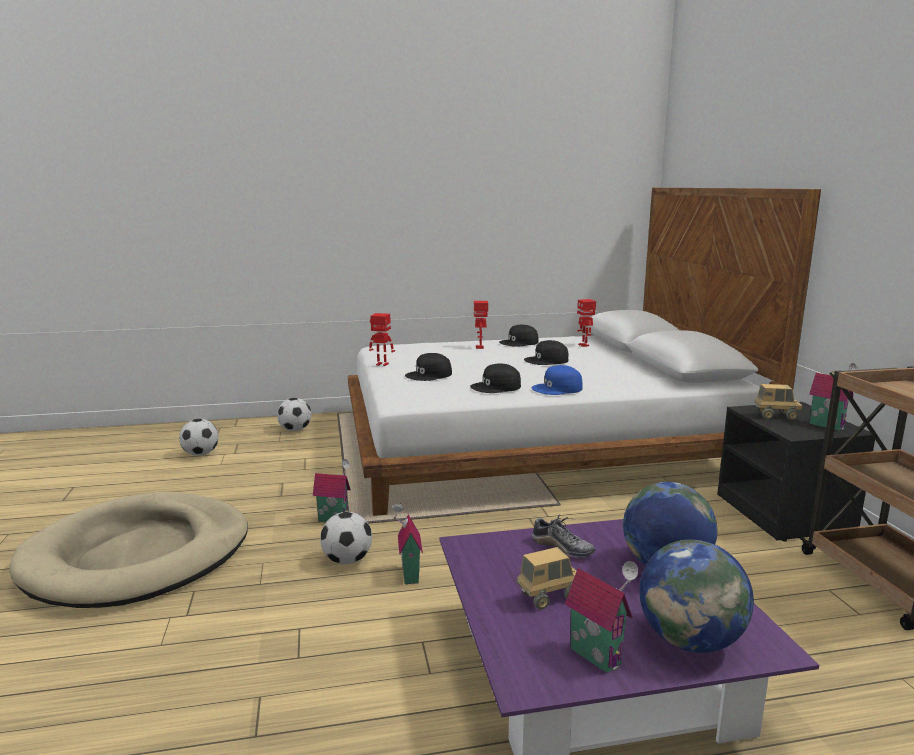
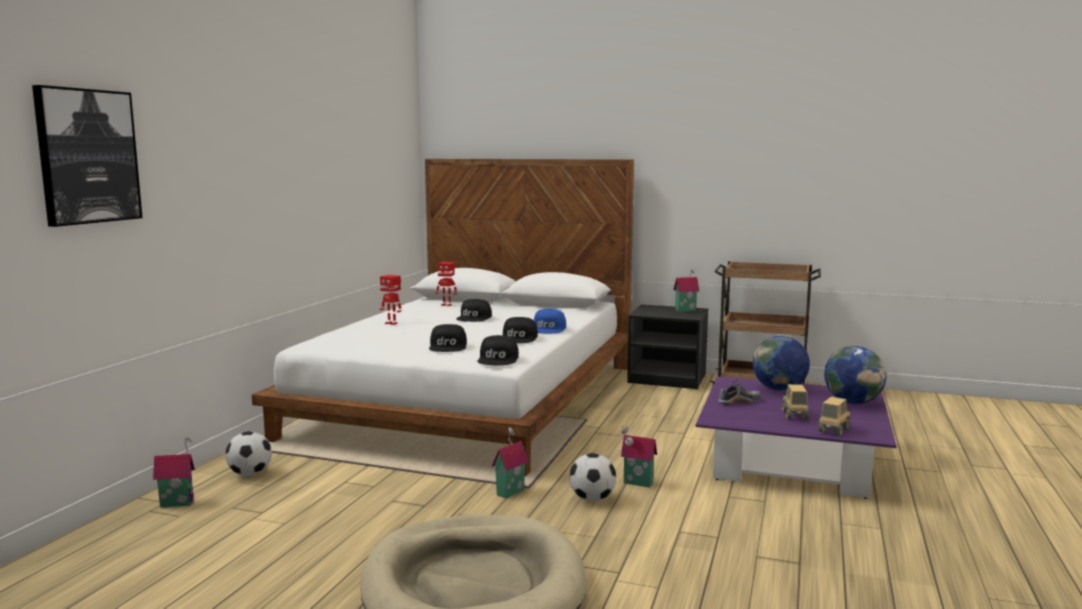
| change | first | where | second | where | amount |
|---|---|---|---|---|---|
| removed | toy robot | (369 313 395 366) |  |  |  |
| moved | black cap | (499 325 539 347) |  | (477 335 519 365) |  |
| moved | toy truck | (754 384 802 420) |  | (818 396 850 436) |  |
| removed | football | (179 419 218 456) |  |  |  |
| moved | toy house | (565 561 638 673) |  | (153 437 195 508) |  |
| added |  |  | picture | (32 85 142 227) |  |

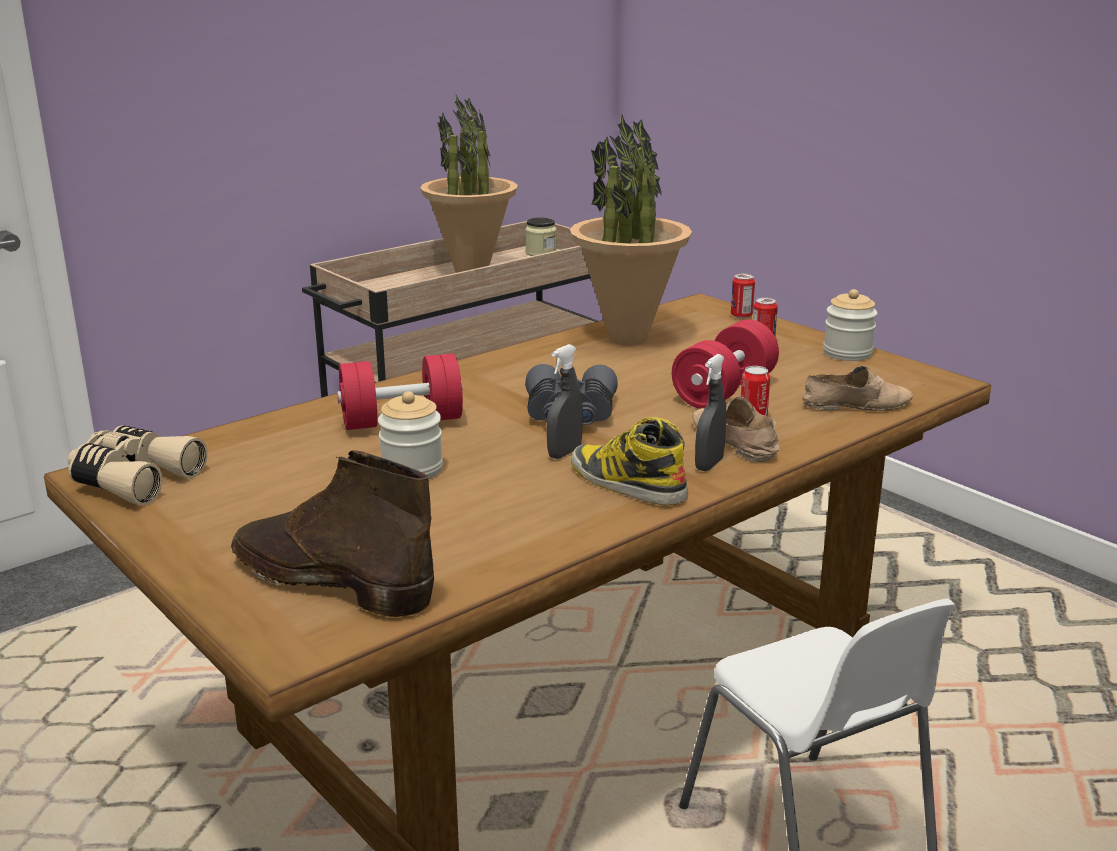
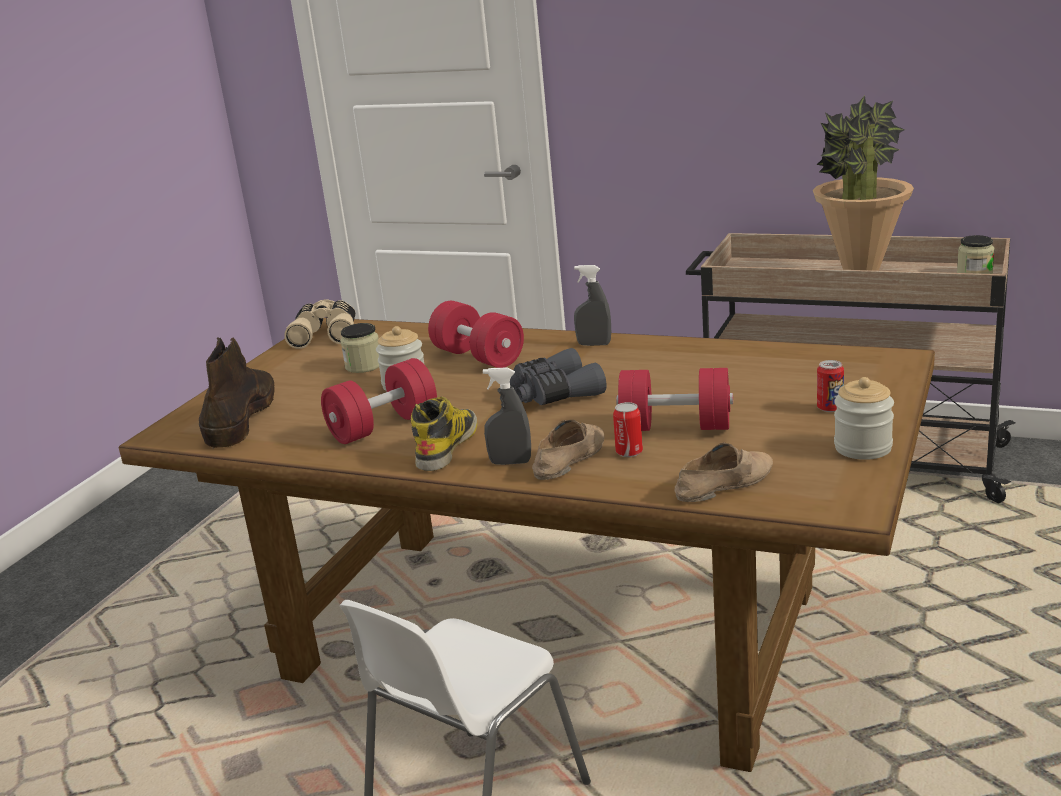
| change | first | where | second | where | amount |
|---|---|---|---|---|---|
| removed | potted plant | (570 113 692 346) |  |  |  |
| removed | can | (731 274 755 318) |  |  |  |
| moved | grey spray bottle | (547 344 583 459) |  | (574 265 611 346) |  |
| turned | beige shoe | (802 366 913 411) |  | (674 442 773 502) | 90 degrees counterclockwise |
| added |  |  | jar | (340 323 379 373) |  |
| added |  |  | red dumbbell | (321 358 437 444) |  |

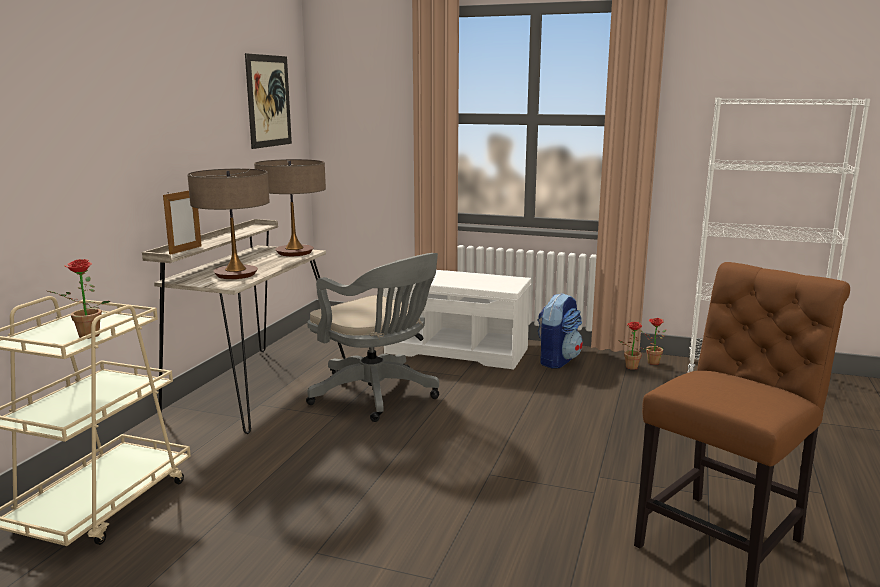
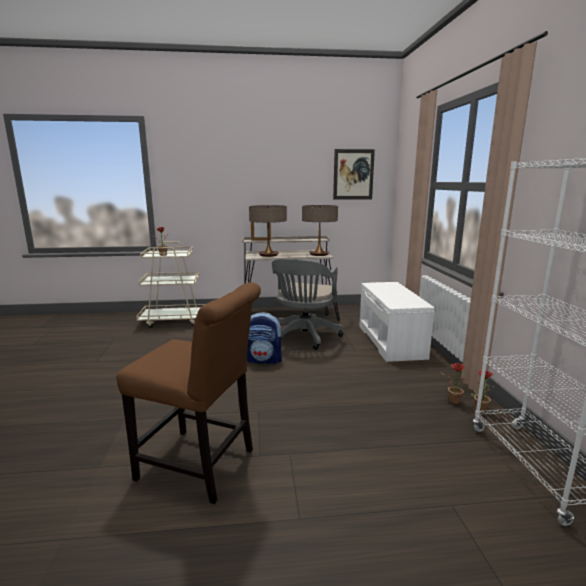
| change | first | where | second | where | amount |
|---|---|---|---|---|---|
| moved | backpack | (537 293 583 369) |  | (247 312 283 364) |  |

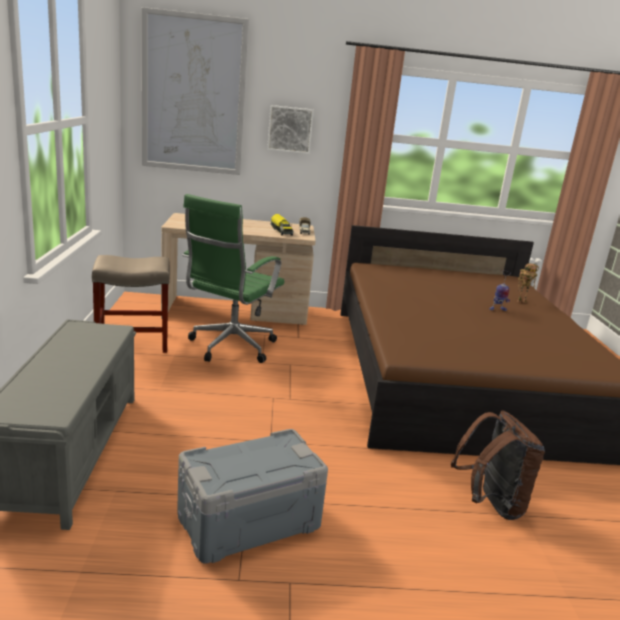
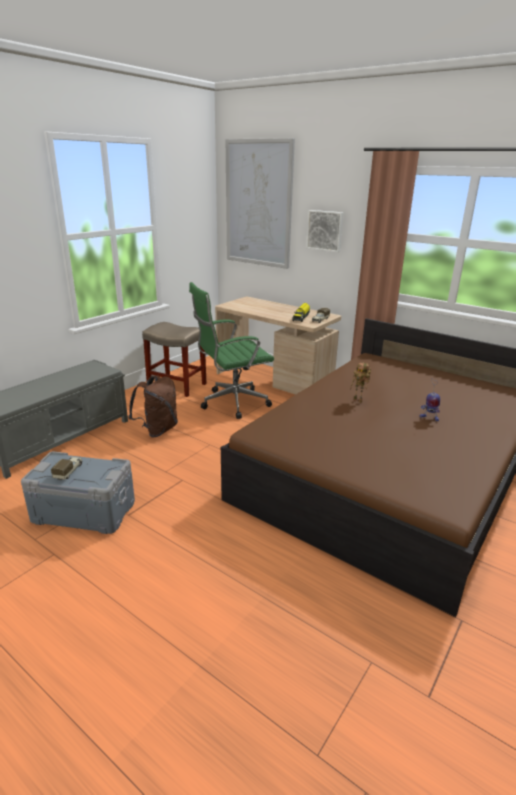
| change | first | where | second | where | amount |
|---|---|---|---|---|---|
| moved | toy robot | (517 263 539 303) |  | (350 363 371 403) |  |
| moved | brown backpack | (451 410 545 520) |  | (128 375 178 437) |  |
| added |  |  | toy truck | (51 456 82 481) |  |

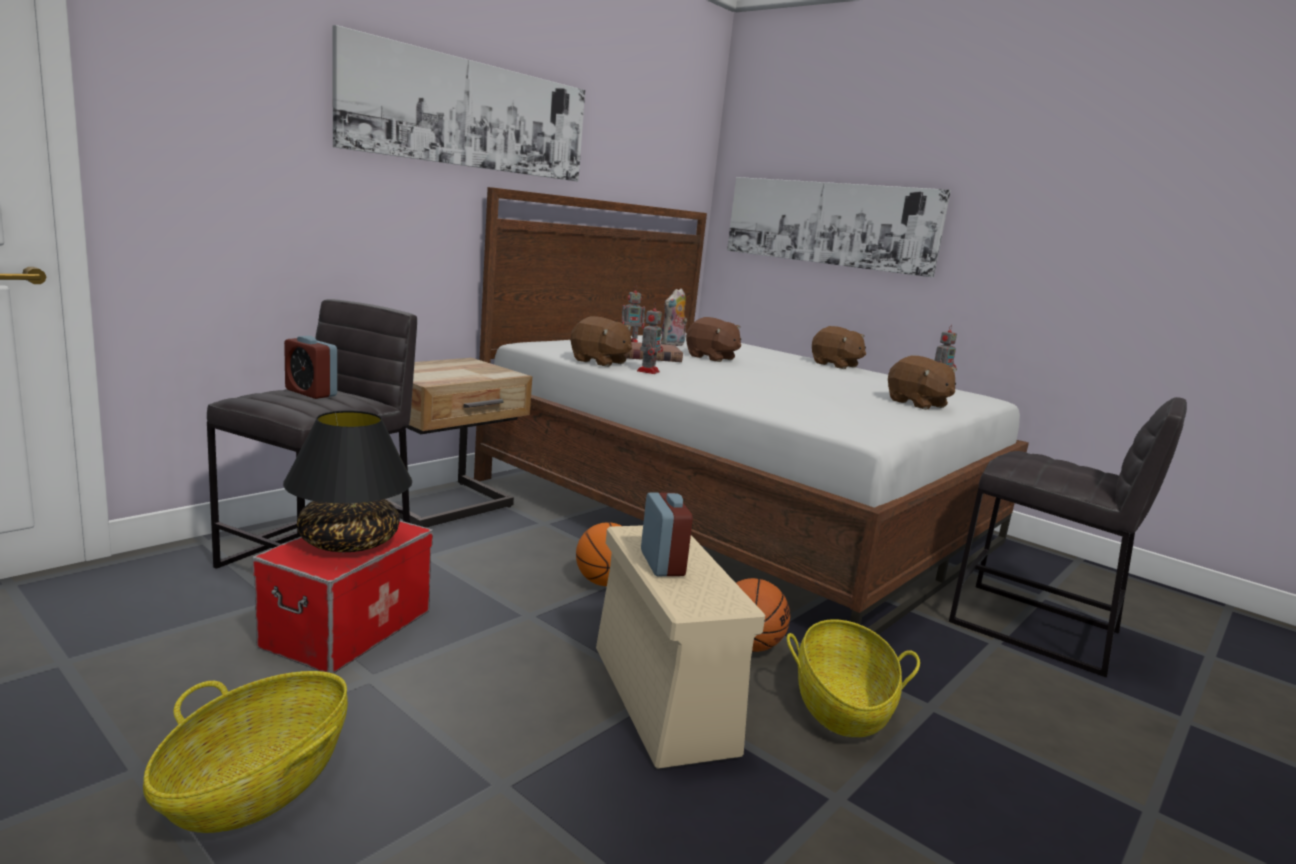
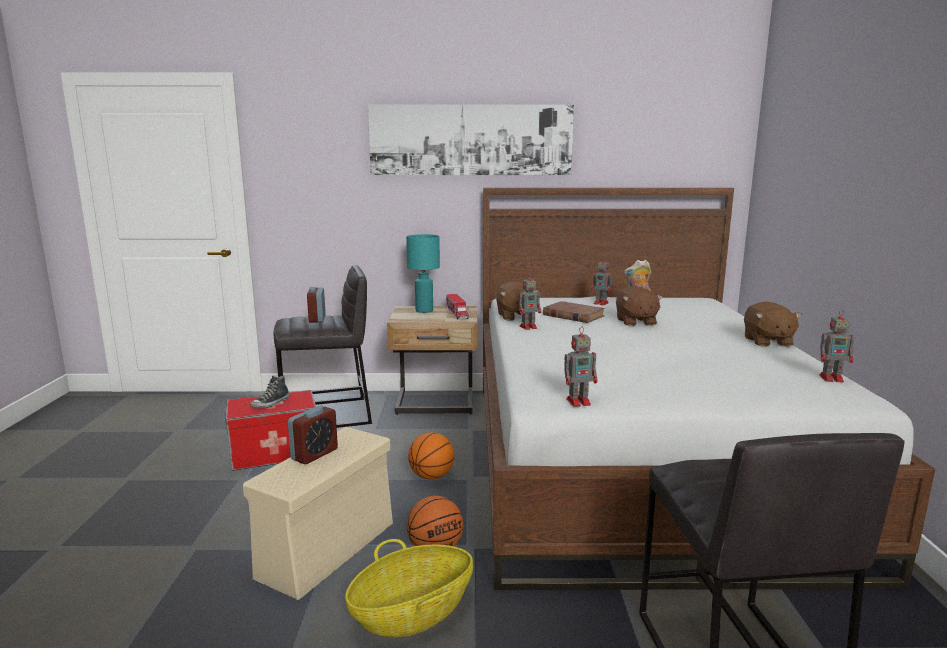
| change | first | where | second | where | amount |
|---|---|---|---|---|---|
| removed | picture | (727 177 951 277) |  |  |  |
| removed | brown plush toy | (888 355 957 410) |  |  |  |
| replaced | black table lamp | (283 411 412 552) | shoe | (250 375 289 408) |  |
| removed | basket | (143 671 348 833) |  |  |  |
| added |  |  | turquoise table lamp | (406 234 440 313) |  |
| added |  |  | toy truck | (446 294 469 320) |  |
| added |  |  | toy robot | (564 326 598 407) |  |

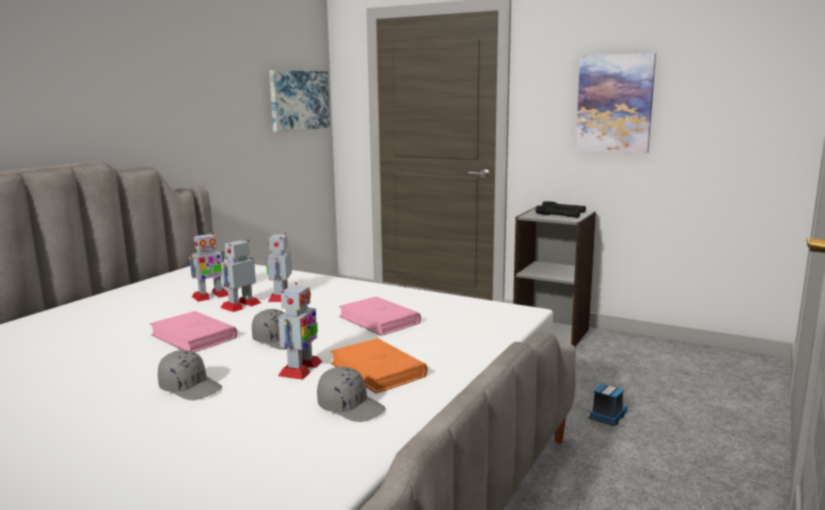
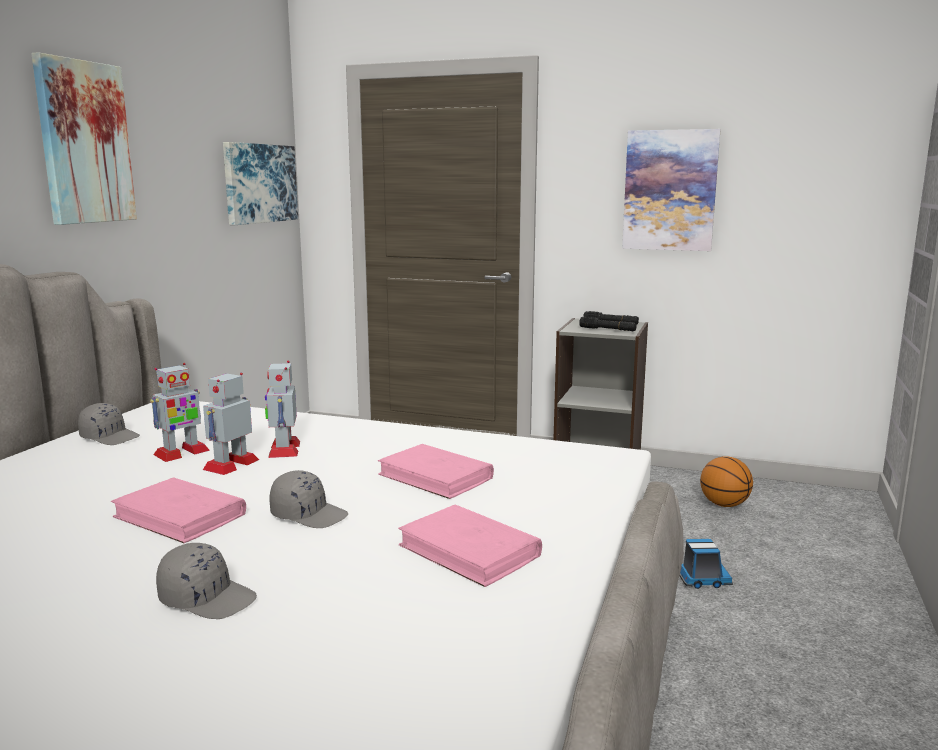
| change | first | where | second | where | amount |
|---|---|---|---|---|---|
| removed | toy robot | (278 282 322 380) |  |  |  |
| recoloured | orange book | (330 338 428 393) | pink book | (398 504 542 587) |  |
| moved | grey cap | (317 367 385 422) |  | (78 403 140 445) |  |
| turned | toy truck | (588 384 628 426) |  | (680 539 733 589) | 60 degrees clockwise |
| added |  |  | picture | (31 52 137 225) |  |
| added |  |  | basketball | (700 456 753 507) |  |

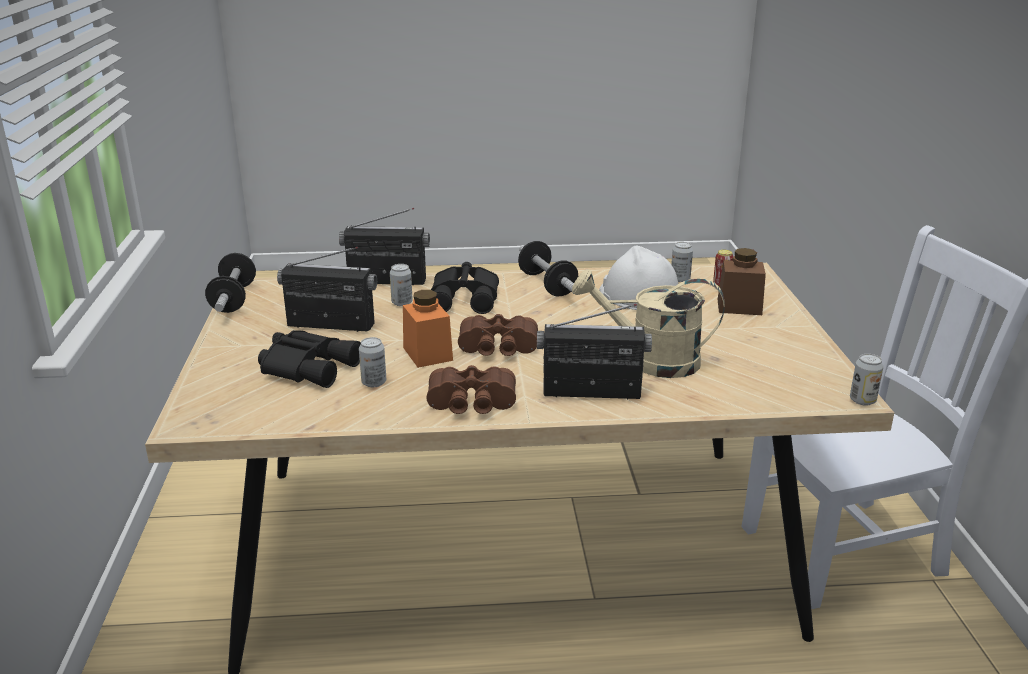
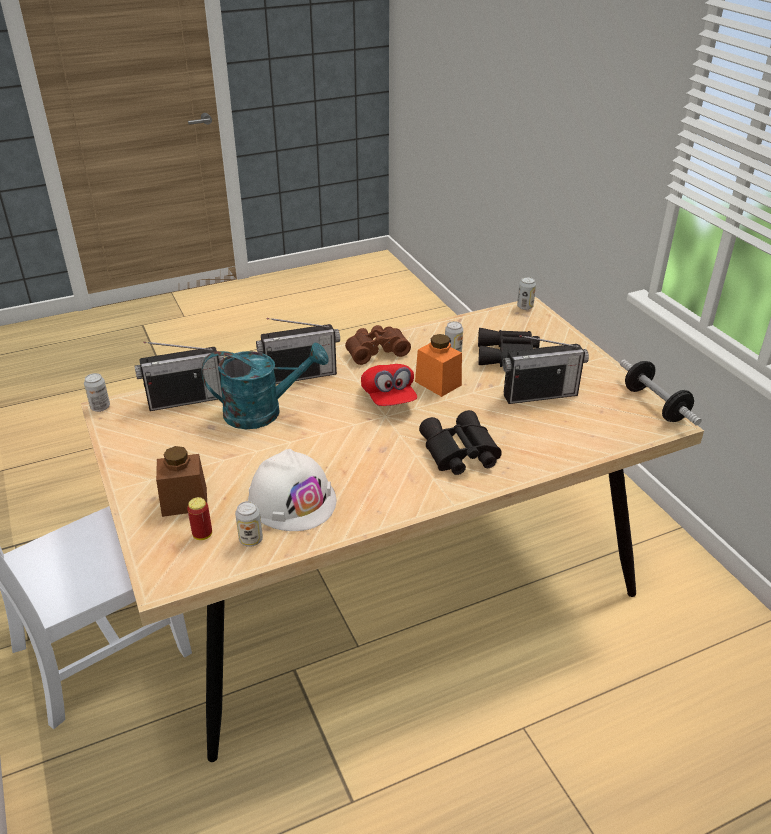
| change | first | where | second | where | amount |
|---|---|---|---|---|---|
| moved | radio | (339 208 430 285) |  | (135 342 224 411) |  |
| removed | dumbbell | (518 241 578 296) |  |  |  |
| moved | can | (390 264 413 306) |  | (517 277 536 310) |  |
| recoloured | beige watering can | (572 269 725 378) | turquoise watering can | (202 343 329 429) |  |
| replaced | brown binoculars | (458 314 538 356) | red cap | (361 364 417 406) |  |

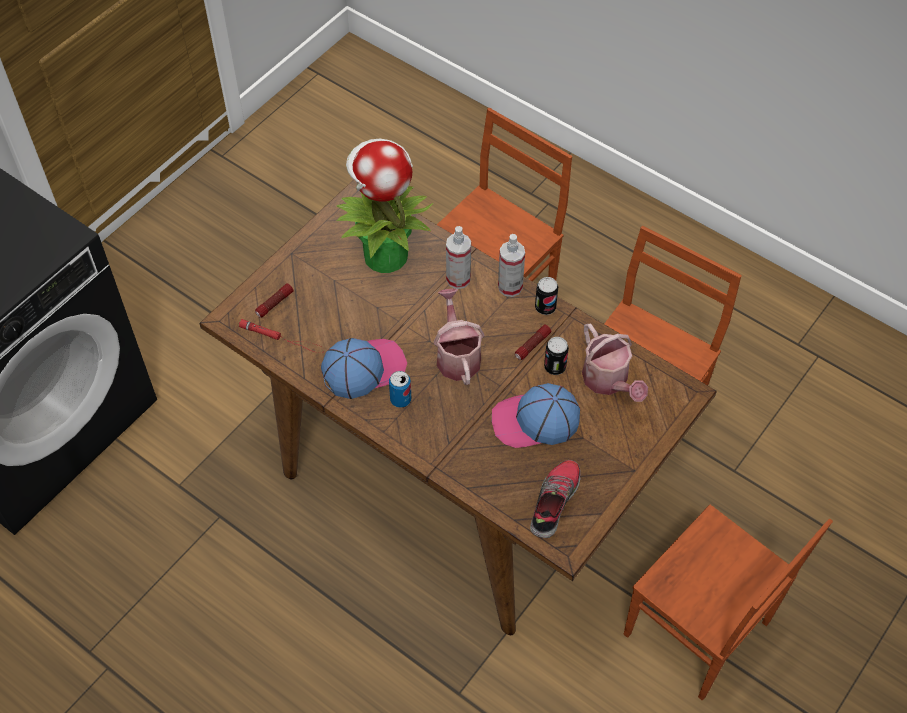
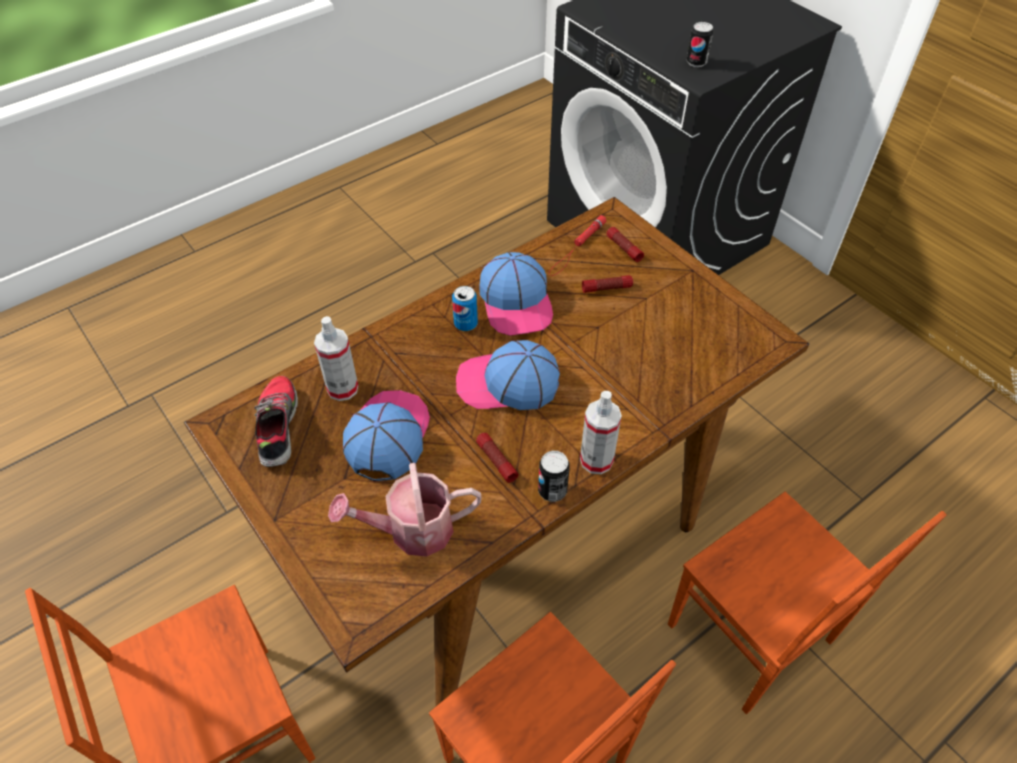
| change | first | where | second | where | amount |
|---|---|---|---|---|---|
| removed | potted plant | (336 139 433 273) |  |  |  |
| moved | spray bottle | (446 226 471 289) |  | (314 316 358 401) |  |
| replaced | watering can | (434 288 484 385) | cap | (456 340 560 410) |  |
| moved | can | (544 337 569 375) |  | (687 22 713 67) |  |
| turned | shoe | (530 460 581 538) |  | (254 376 298 467) | 135 degrees counterclockwise |
| added |  |  | flashlight | (582 275 633 293) |  |

